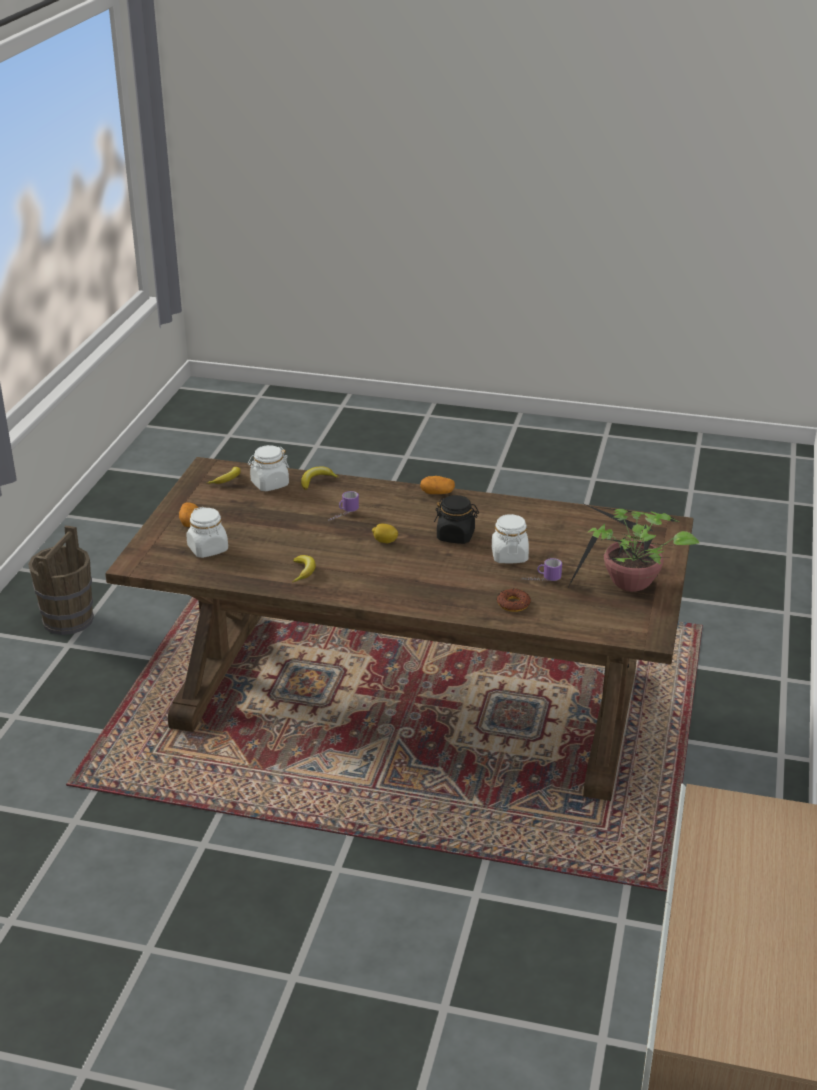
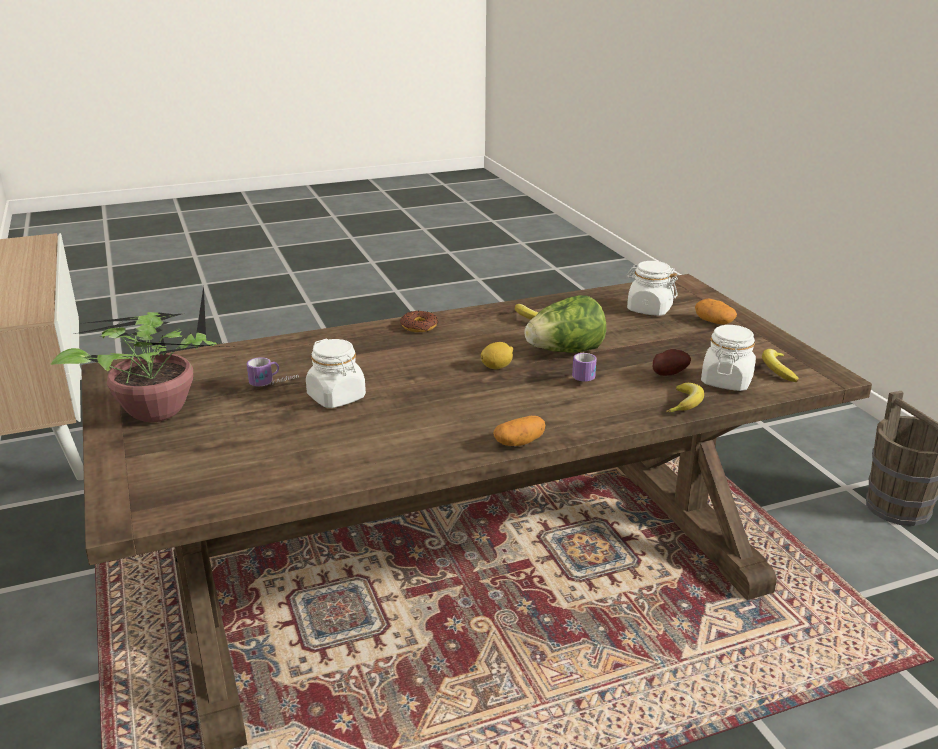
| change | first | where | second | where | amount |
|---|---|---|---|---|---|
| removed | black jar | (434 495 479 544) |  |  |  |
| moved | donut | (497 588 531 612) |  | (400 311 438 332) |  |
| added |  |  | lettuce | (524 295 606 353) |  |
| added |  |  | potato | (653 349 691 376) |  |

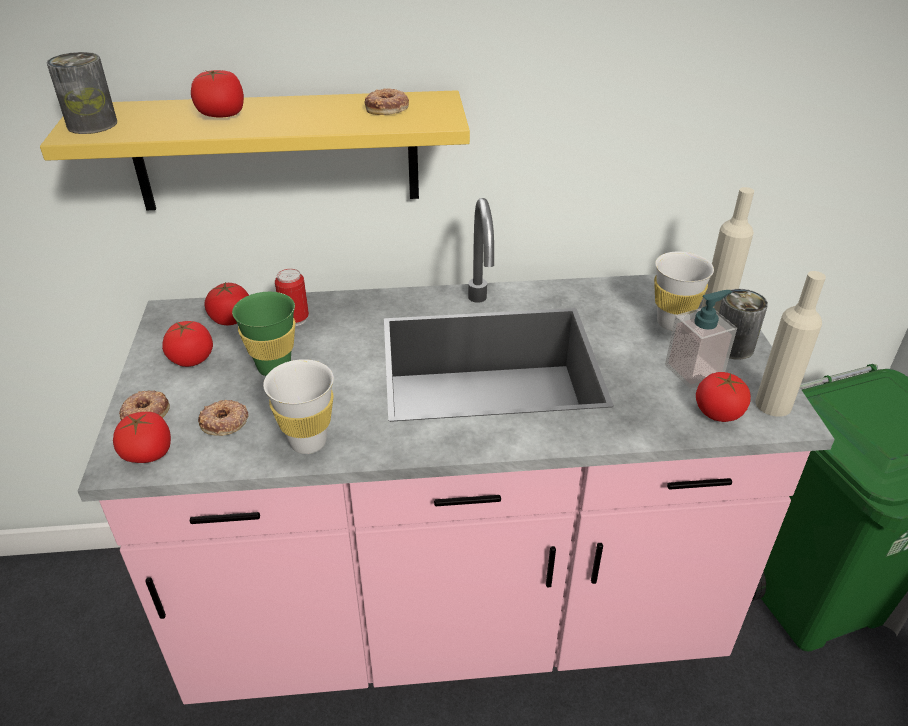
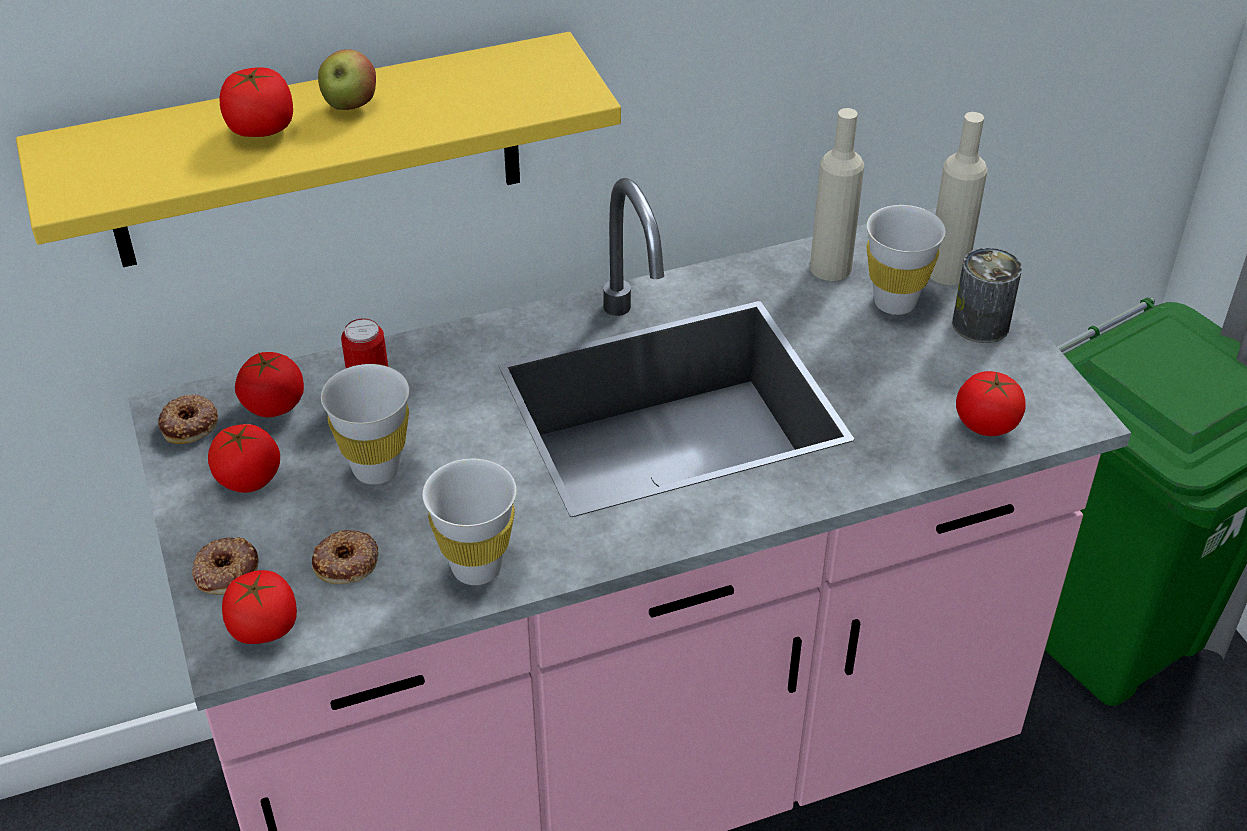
| change | first | where | second | where | amount |
|---|---|---|---|---|---|
| removed | can | (46 52 117 134) |  |  |  |
| moved | donut | (365 88 409 115) |  | (158 394 218 444) |  |
| moved | beige bottle | (755 271 826 417) |  | (810 108 864 281) |  |
| removed | soap dispenser | (665 290 737 388) |  |  |  |
| recoloured | green cup | (232 292 295 376) | white cup | (321 364 409 485) |  |
| added |  |  | apple | (318 49 376 110) |  |

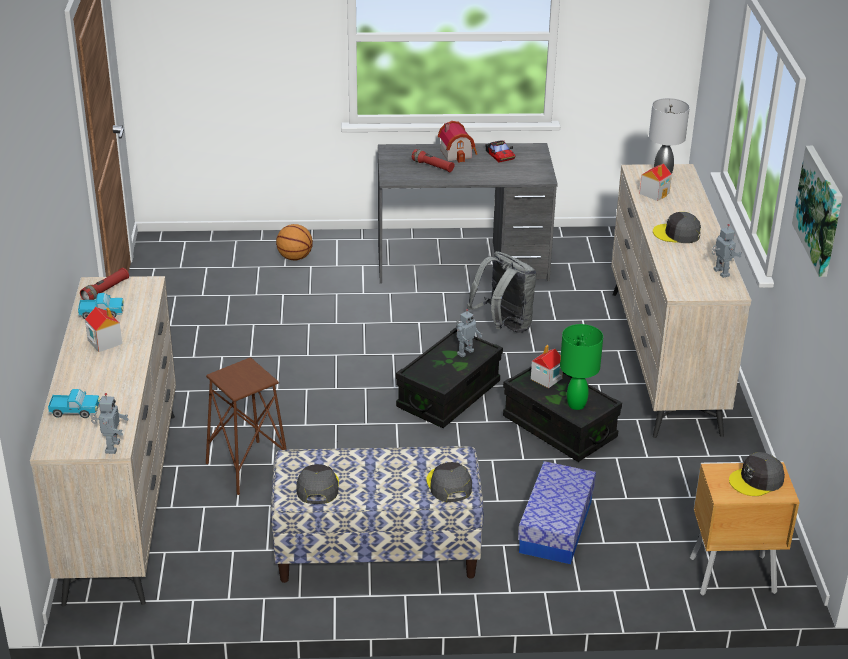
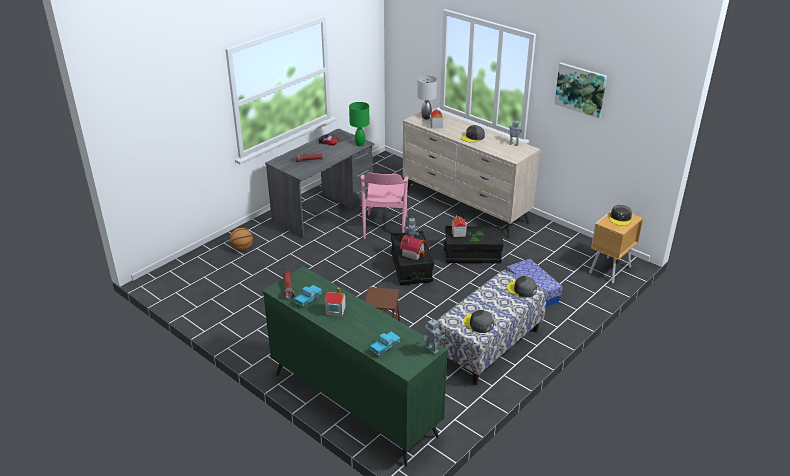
| change | first | where | second | where | amount |
|---|---|---|---|---|---|
| moved | toy house | (438 121 477 163) |  | (400 235 427 260) |  |
| replaced | grey backpack | (467 251 536 333) | pink chair | (361 173 408 239) |  |
| recoloured | beige dresser | (30 276 176 607) | green dresser | (263 266 448 467) |  |
| moved | green table lamp | (560 324 603 410) |  | (349 102 370 146) |  |

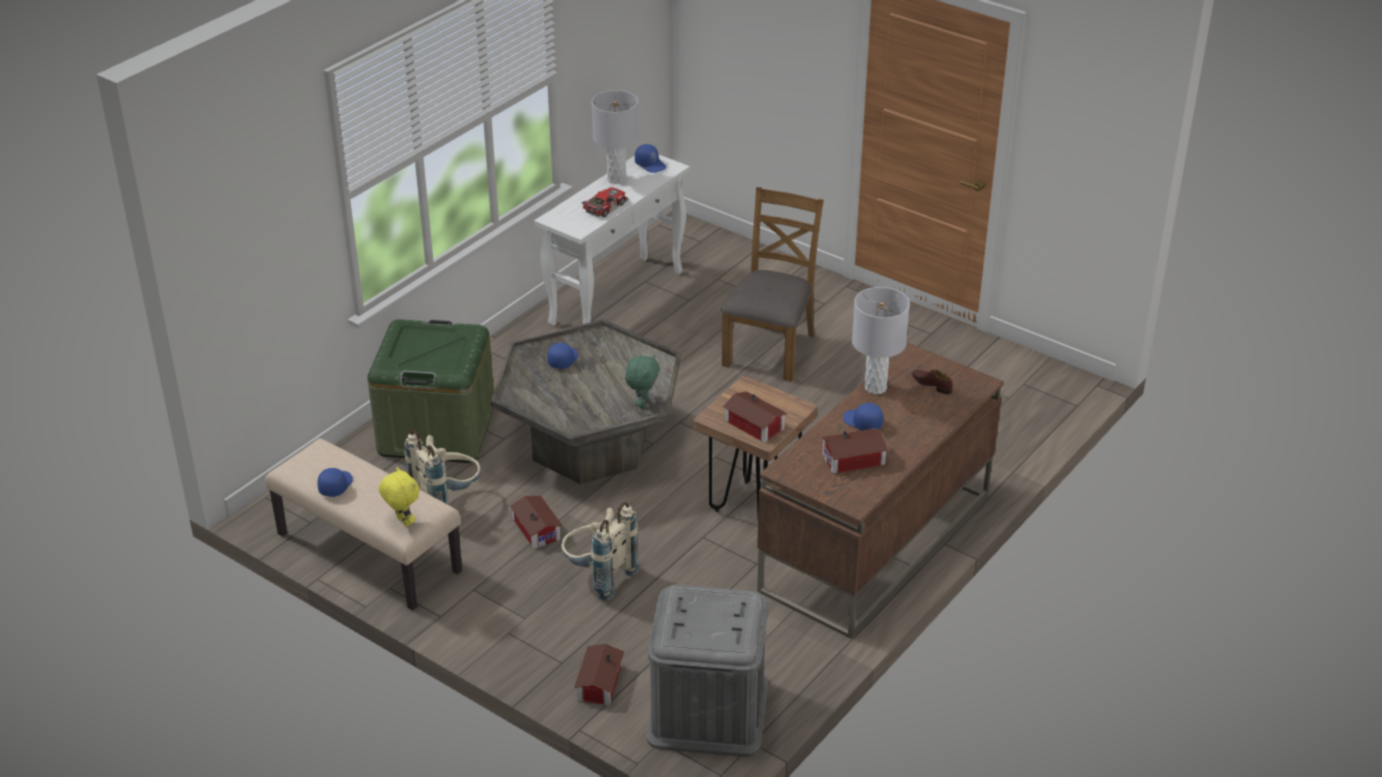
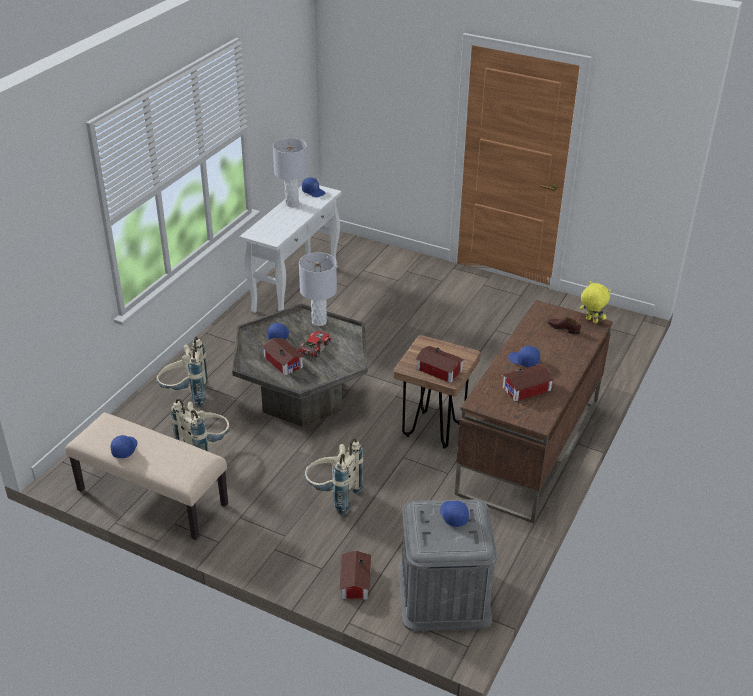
| change | first | where | second | where | amount |
|---|---|---|---|---|---|
| moved | toy car | (582 187 629 217) |  | (297 331 332 358) |  |
| removed | brown chair | (721 187 824 382) |  |  |  |
| moved | grey table lamp | (852 287 910 394) |  | (299 252 337 326) |  |
| replaced | green storage box | (367 319 494 463) | beige backpack | (156 337 208 407) |  |
| removed | green plush toy | (625 355 660 409) |  |  |  |
| moved | yellow plush toy | (379 467 419 527) |  | (580 281 611 323) |  |
| moved | toy house | (510 495 563 549) |  | (262 338 305 375) |  |
| added |  |  | blue cap | (440 501 469 527) |  |

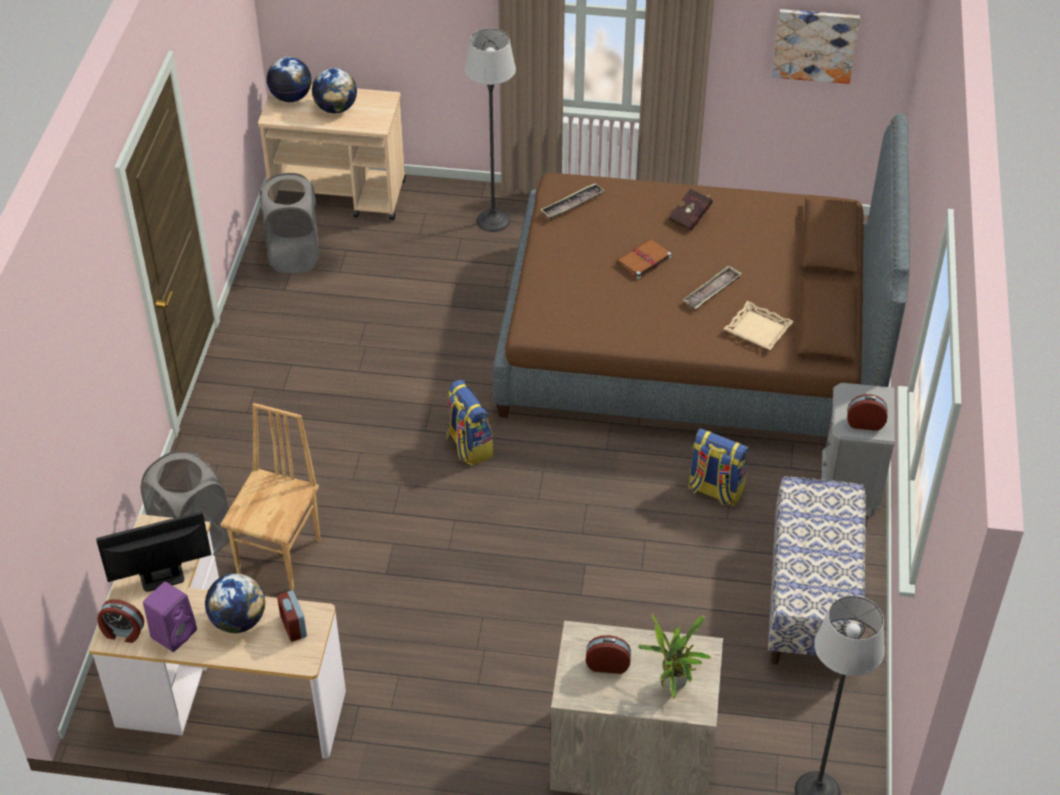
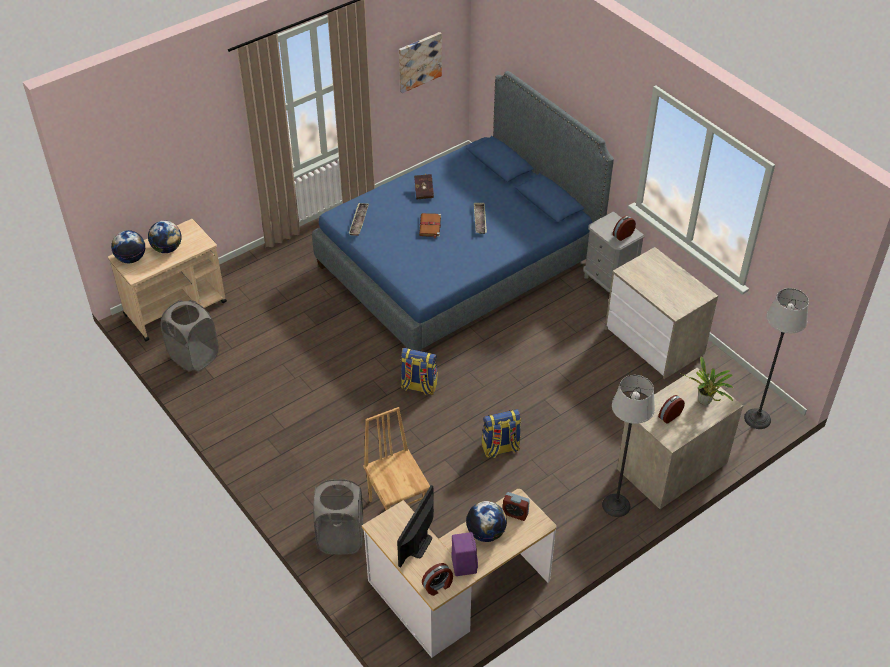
| change | first | where | second | where | amount |
|---|---|---|---|---|---|
| moved | floor lamp | (465 28 516 232) |  | (602 375 655 517) |  |
| recoloured | brown bed | (492 113 910 437) | blue bed | (312 71 614 351) |  |
| removed | beige tray | (724 301 794 350) |  |  |  |
| moved | backpack | (688 429 749 506) |  | (482 409 521 458) |  |
| replaced | bench | (768 476 866 665) | dresser | (605 247 718 379) |  |

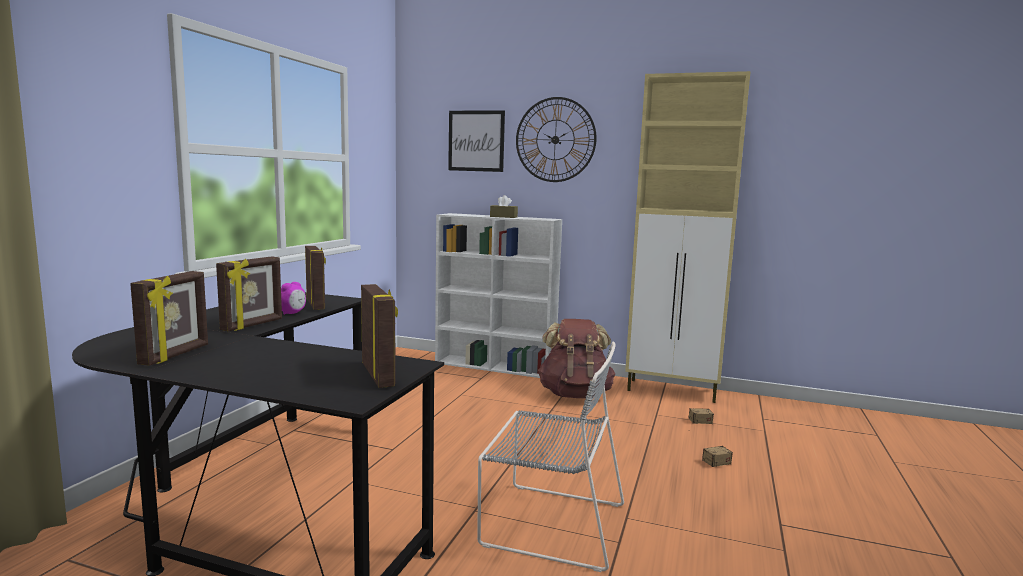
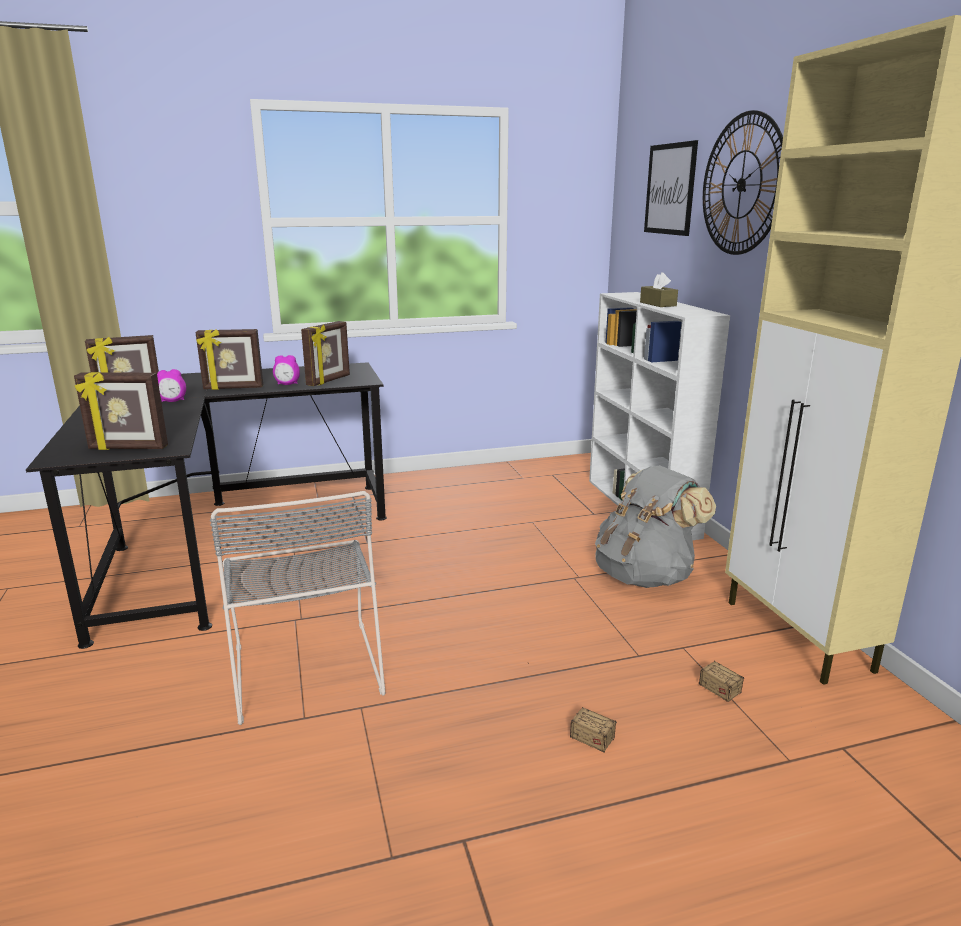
| change | first | where | second | where | amount |
|---|---|---|---|---|---|
| turned | picture frame | (361 284 398 388) |  | (74 372 168 450) | 60 degrees clockwise |
| recoloured | brown backpack | (538 319 615 398) | grey backpack | (595 465 716 588) |  |
| added |  |  | alarm clock | (157 369 186 402) |  |

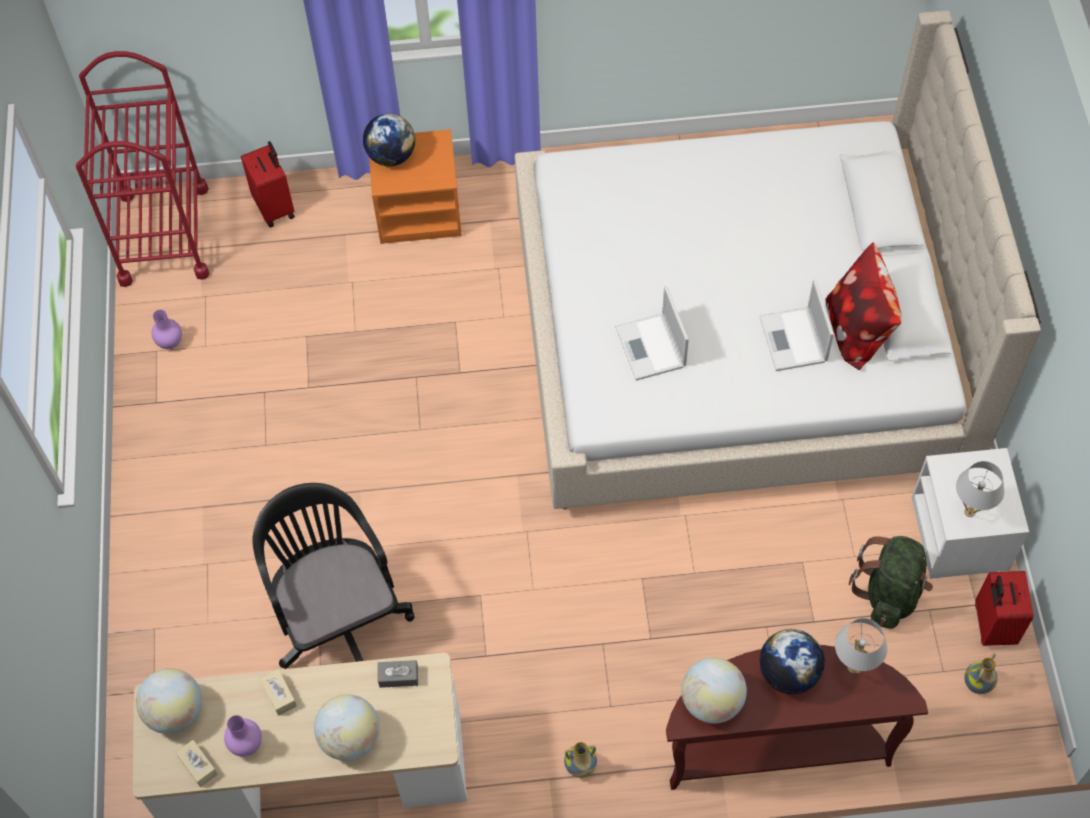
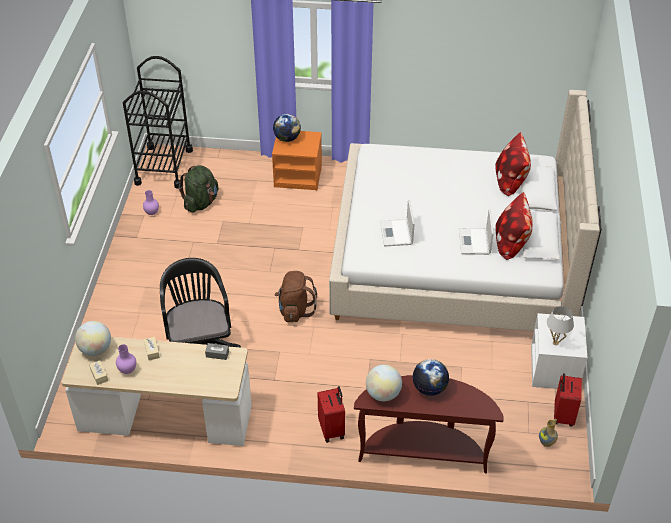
| change | first | where | second | where | amount |
|---|---|---|---|---|---|
| recoloured | red cart | (76 51 209 287) | black cart | (123 56 193 189) |  |
| moved | red suitcase | (241 141 295 228) |  | (318 386 345 443) |  |
| moved | green backpack | (849 536 933 629) |  | (179 165 219 212) |  |
| removed | white table lamp | (835 618 887 673) |  |  |  |
| removed | globe | (314 694 380 761) |  |  |  |
| removed | vase | (564 742 597 778) |  |  |  |
| added |  |  | pillow | (495 132 531 196) |  |
| added |  |  | brown backpack | (274 271 317 322) |  |

